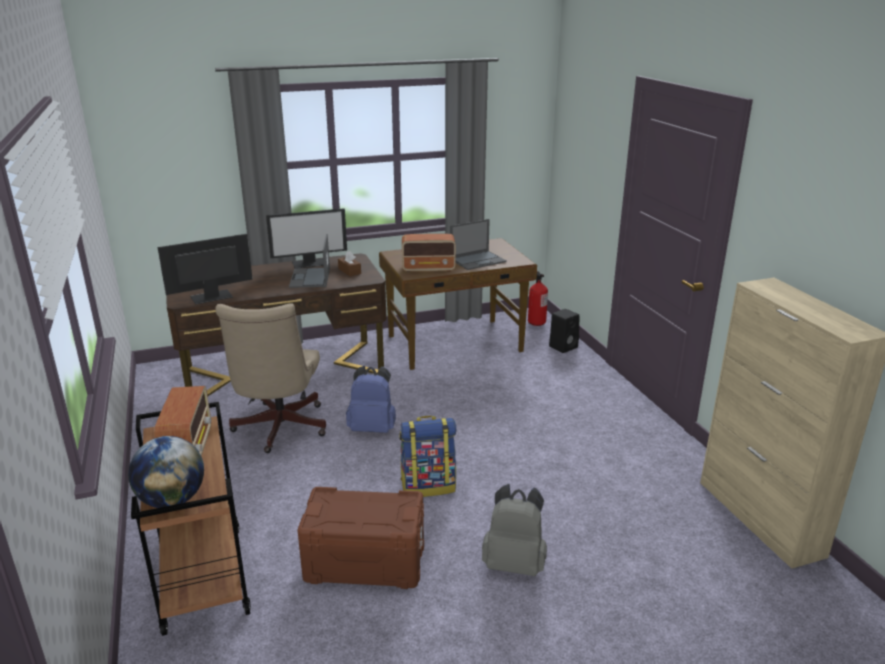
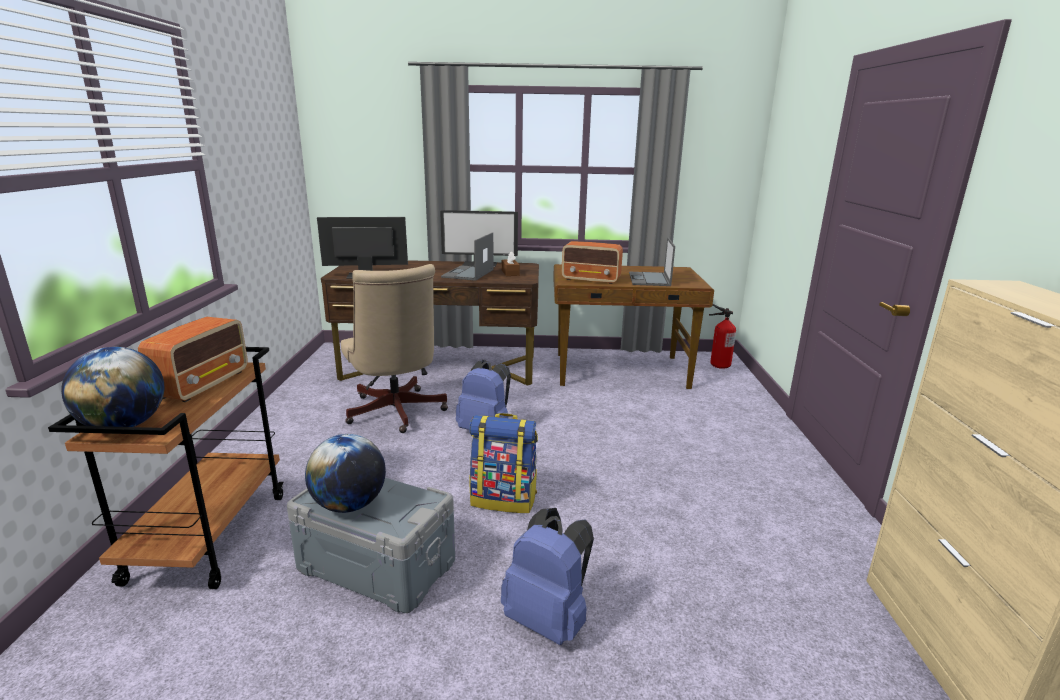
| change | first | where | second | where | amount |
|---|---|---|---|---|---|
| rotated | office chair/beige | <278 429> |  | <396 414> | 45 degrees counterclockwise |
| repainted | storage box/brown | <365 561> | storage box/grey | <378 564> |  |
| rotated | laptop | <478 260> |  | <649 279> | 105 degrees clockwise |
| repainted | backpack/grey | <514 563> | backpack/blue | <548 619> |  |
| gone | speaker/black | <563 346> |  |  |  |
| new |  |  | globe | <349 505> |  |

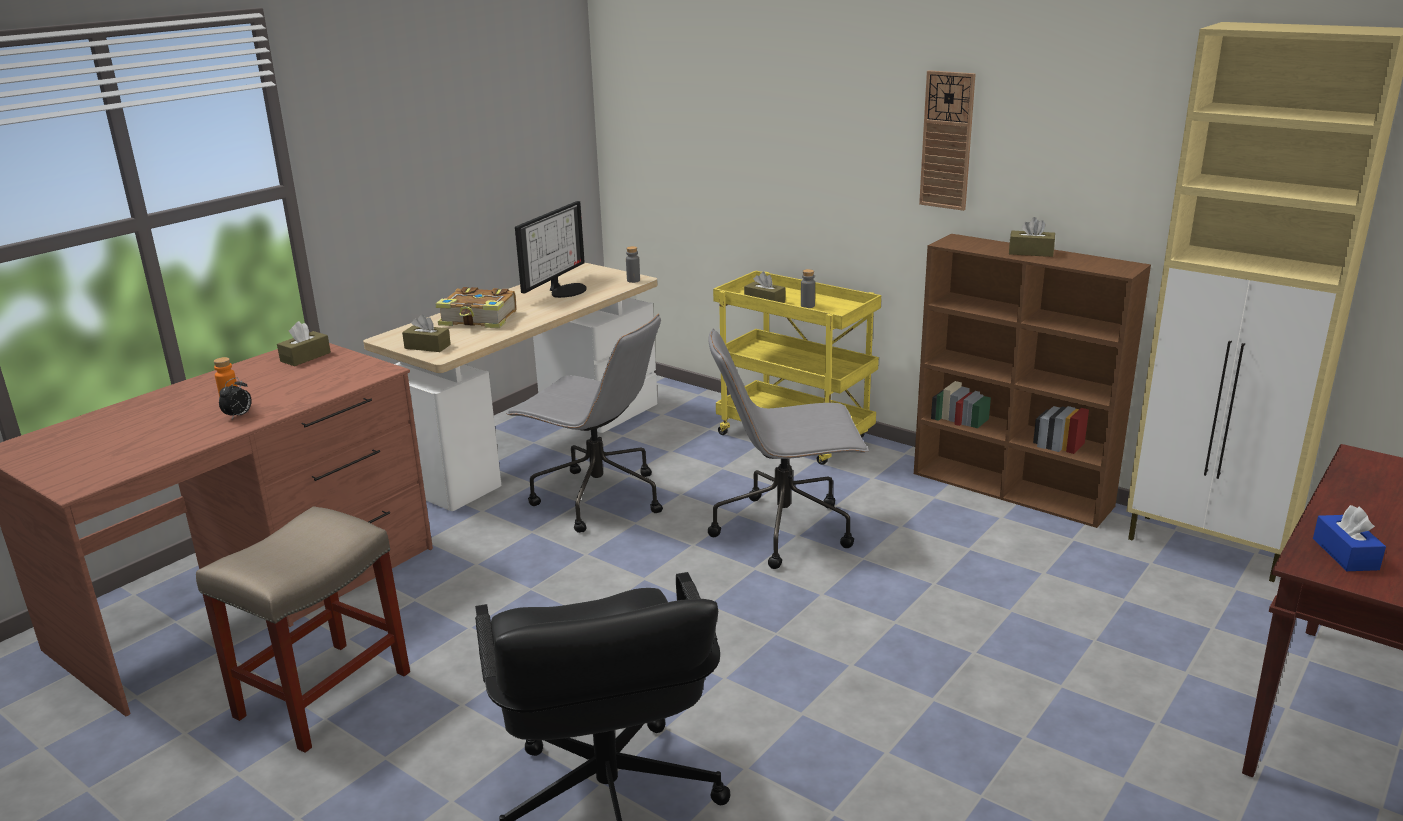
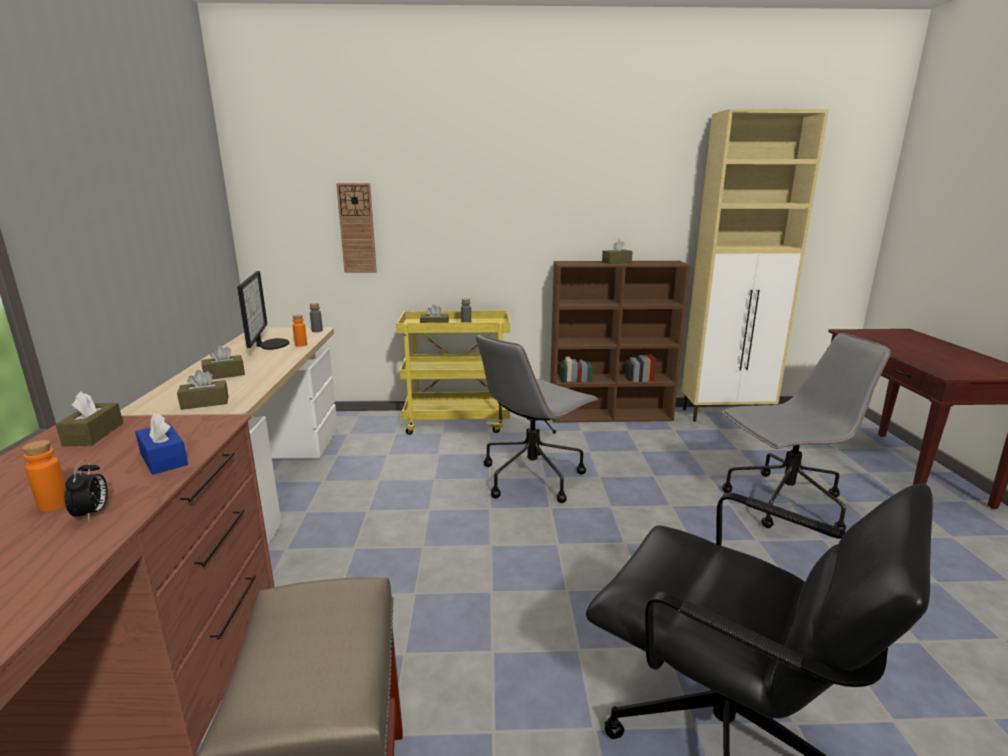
| change | first | where | second | where | amount |
|---|---|---|---|---|---|
| swapped | book | <479 319> | tissue box/brown | <224 375> |  |
| shifted | office chair/grey | <596 499> |  | <783 504> |  |
| shifted | wall clock | <947 140> |  | <357 228> |  |
| shifted | tissue box/blue | <1345 554> |  | <163 459> |  |
| new |  |  | bottle/orange | <301 345> |  |

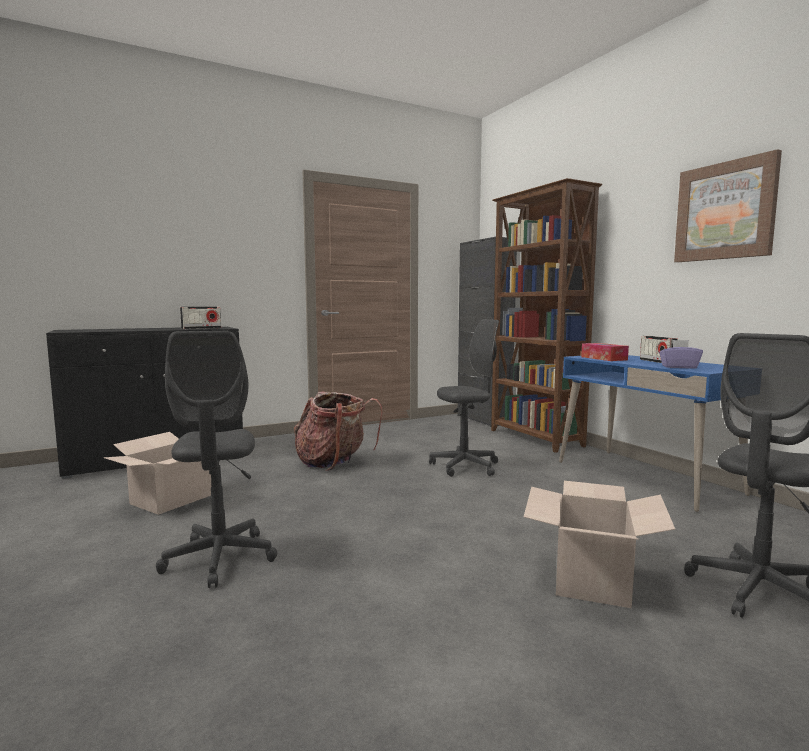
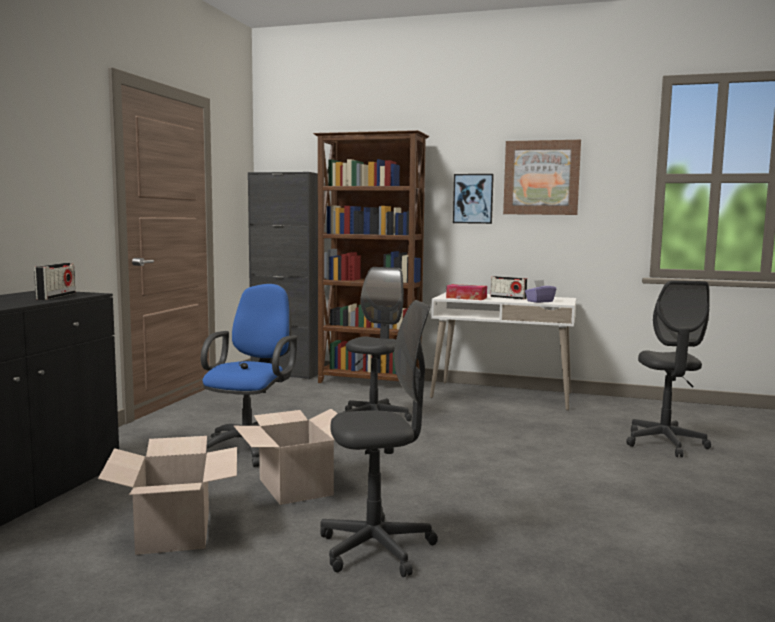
| change | first | where | second | where | amount |
|---|---|---|---|---|---|
| rotated | office chair/grey | <220 559> |  | <376 549> | 45 degrees counterclockwise |
| swapped | backpack | <334 463> | office chair/blue | <251 447> |  |
| shifted | cardboard box | <592 579> |  | <296 487> |  |
| repainted | desk/blue | <645 477> | desk/white | <501 395> |  |
| new |  |  | picture | <473 198> |  |

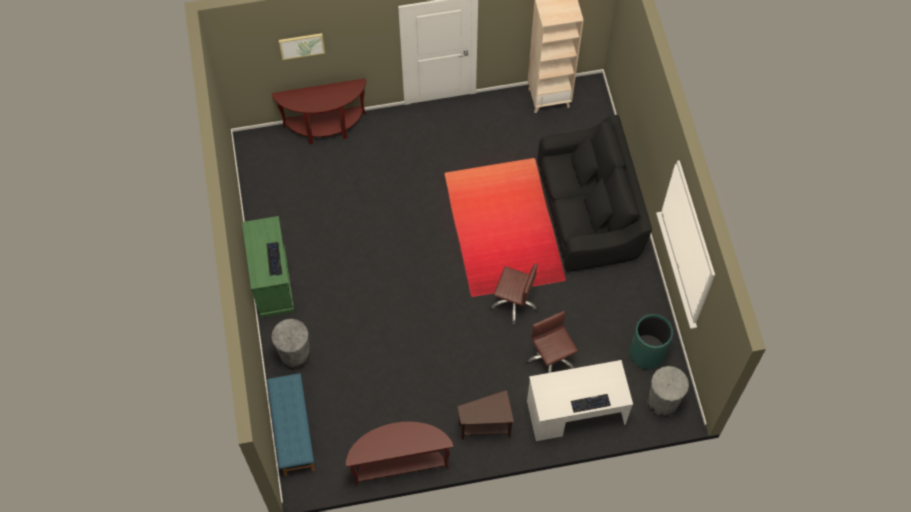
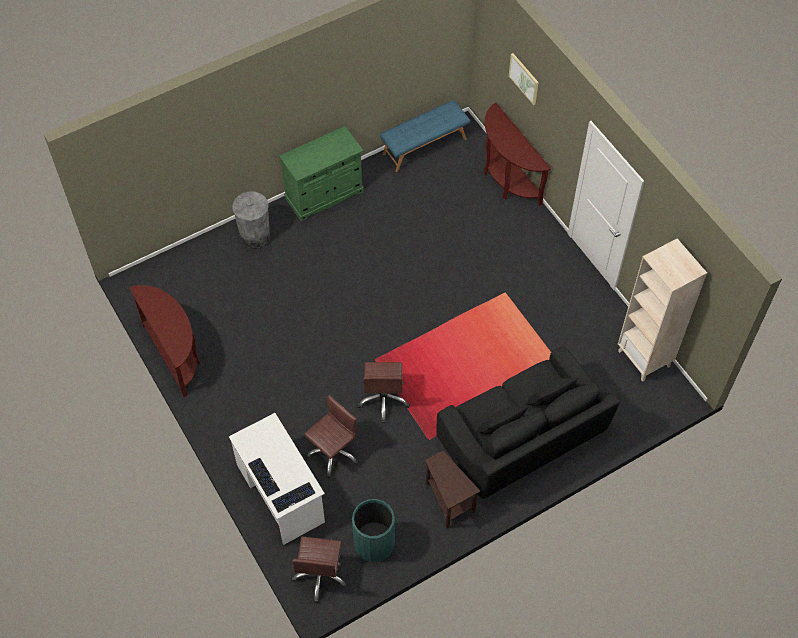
| change | first | where | second | where | amount |
|---|---|---|---|---|---|
| shifted | keyboard | <274 259> |  | <293 497> |  |
| shifted | bench/blue | <292 430> |  | <424 146> |  |
| shifted | side table/brown | <486 427> |  | <448 502> |  |
| swapped | trash can/grey | <662 403> | office chair/brown | <320 575> |  |

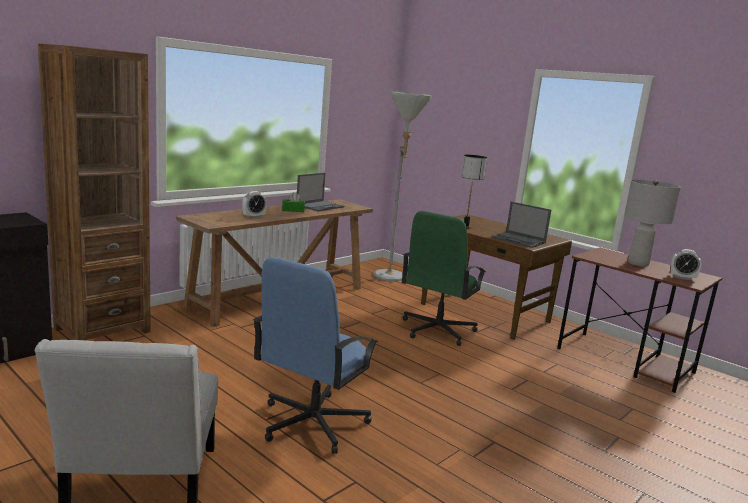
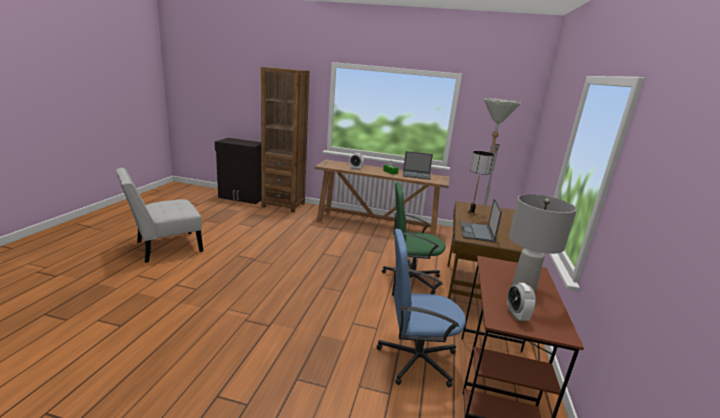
| change | first | where | second | where | amount |
|---|---|---|---|---|---|
| shifted | office chair/blue | <312 423> |  | <416 359> |  |

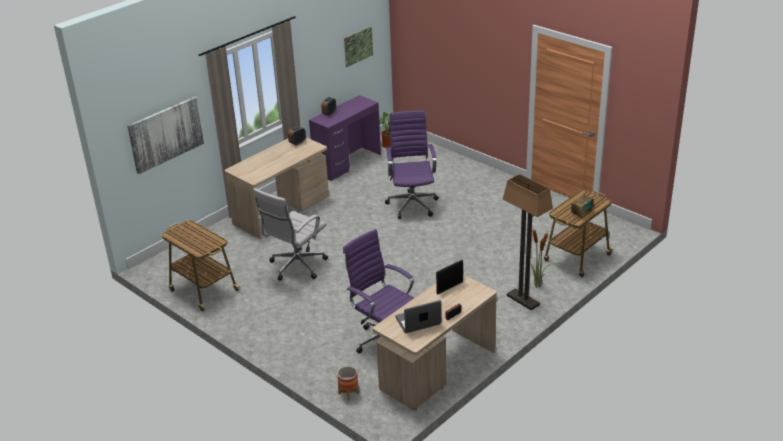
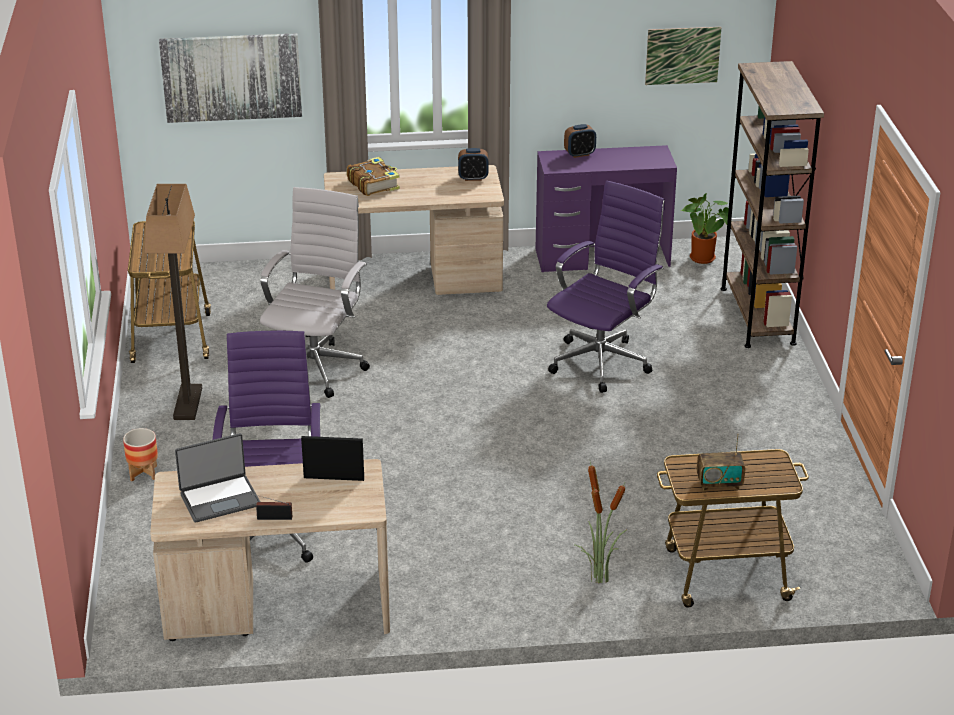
| change | first | where | second | where | amount |
|---|---|---|---|---|---|
| rotated | office chair/white | <296 267> |  | <317 367> | 120 degrees clockwise |
| shifted | planter | <348 393> |  | <143 473> |  |
| rotated | laptop | <418 321> |  | <220 499> | 135 degrees clockwise |
| shifted | floor lamp | <523 300> |  | <188 404> |  |
| new |  |  | book | <373 184> |  |
| new |  |  | bookcase/brown | <757 315> |  |

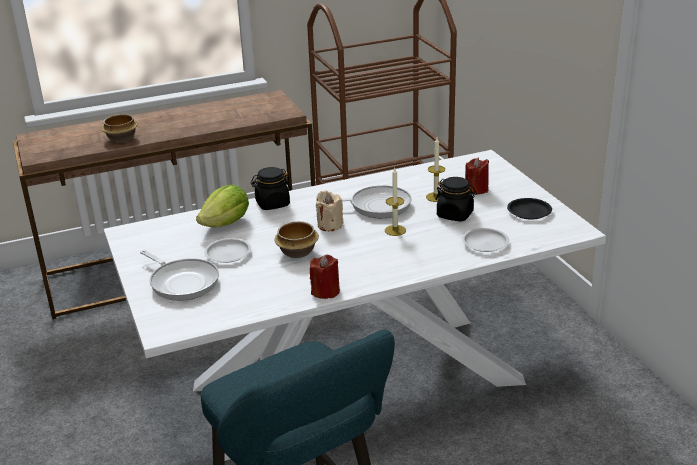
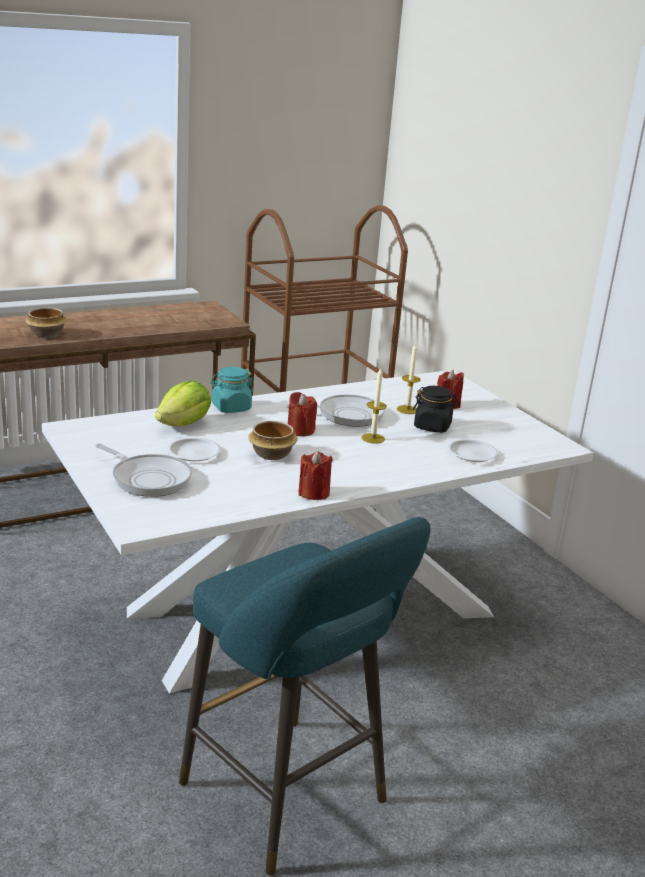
| change | first | where | second | where | amount |
|---|---|---|---|---|---|
| repainted | jar/black | <272 204> | jar/turquoise | <231 408> |  |
| repainted | candle/beige | <330 225> | candle/red | <300 430> |  |
| gone | plate/black | <529 212> |  |  |  |

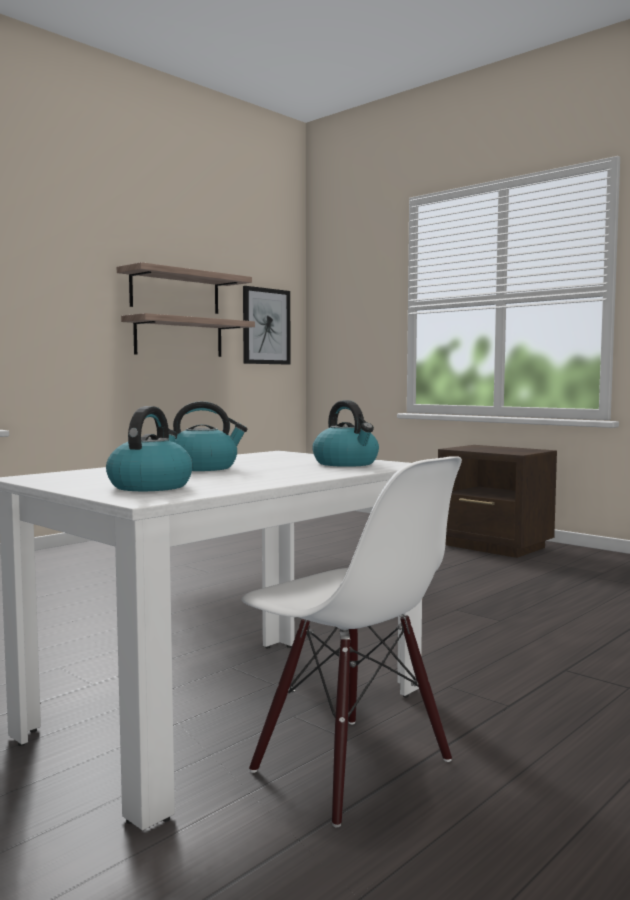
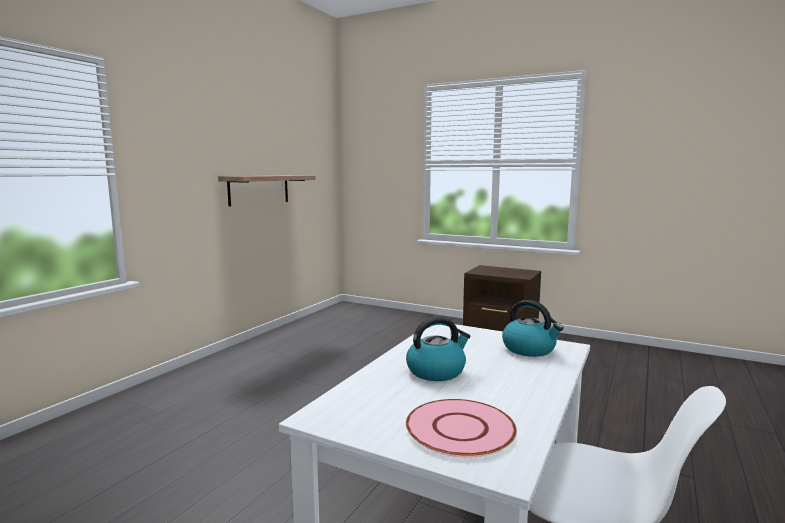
| change | first | where | second | where | amount |
|---|---|---|---|---|---|
| swapped | kettle | <150 486> | plate/pink | <459 429> |  |
| gone | shelf | <175 292> |  |  |  |
| gone | picture | <266 326> |  |  |  |

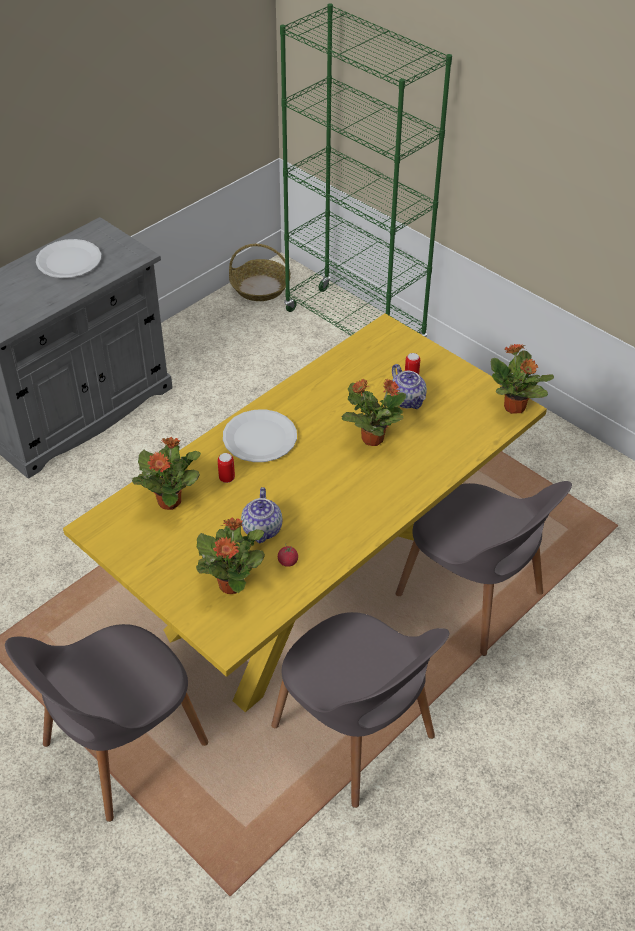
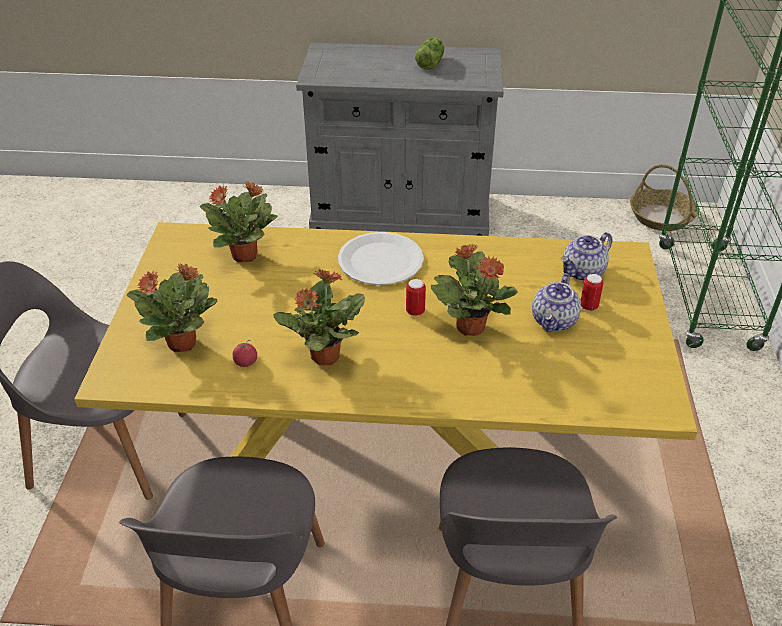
| change | first | where | second | where | amount |
|---|---|---|---|---|---|
| swapped | plate/white | <69 261> | lettuce | <431 62> |  |
| shifted | can | <227 478> |  | <415 311> |  |
| shifted | teapot | <262 530> |  | <583 272> |  |
| shifted | potted plant | <514 408> |  | <324 357> |  |

